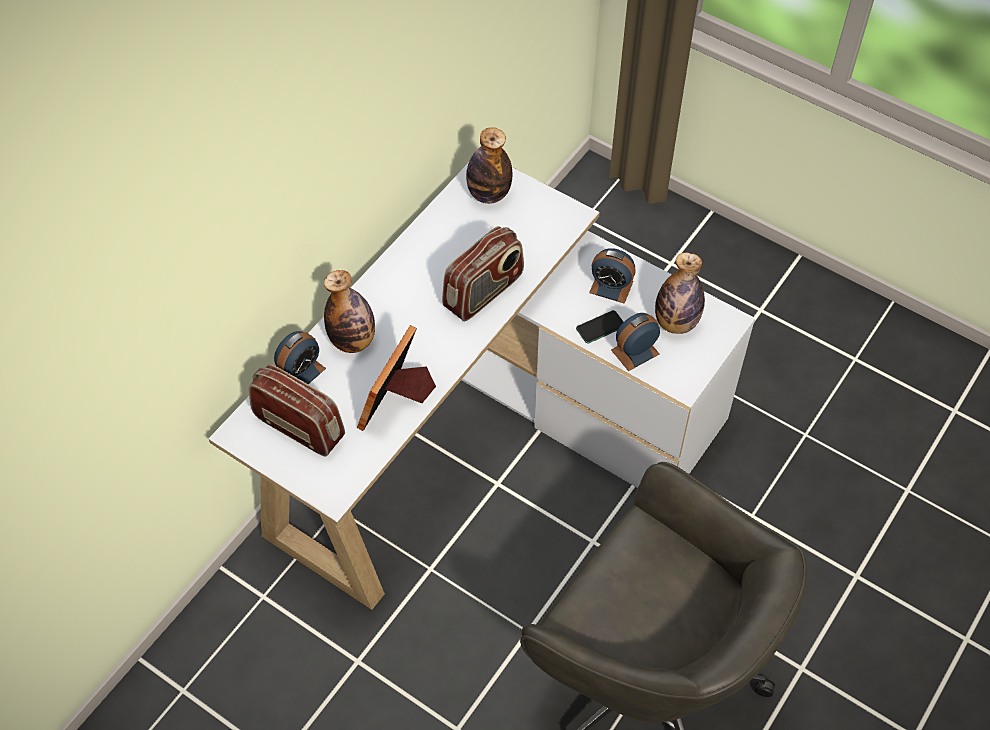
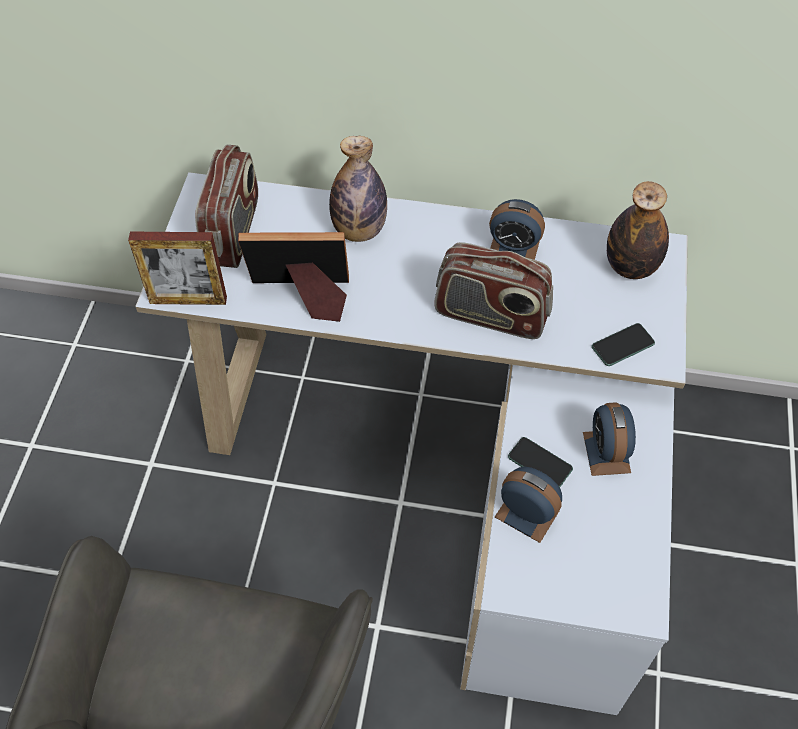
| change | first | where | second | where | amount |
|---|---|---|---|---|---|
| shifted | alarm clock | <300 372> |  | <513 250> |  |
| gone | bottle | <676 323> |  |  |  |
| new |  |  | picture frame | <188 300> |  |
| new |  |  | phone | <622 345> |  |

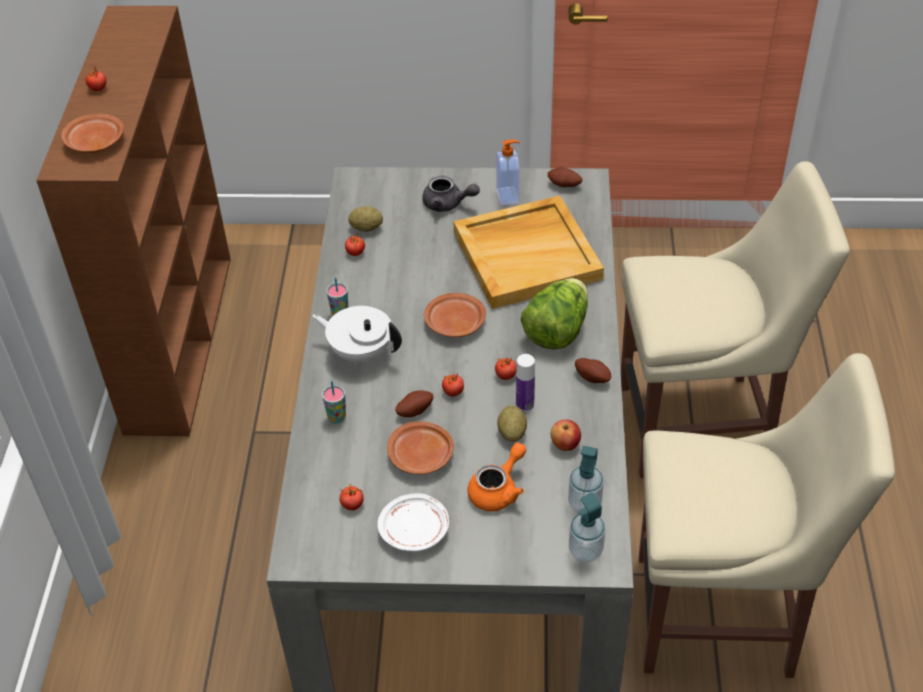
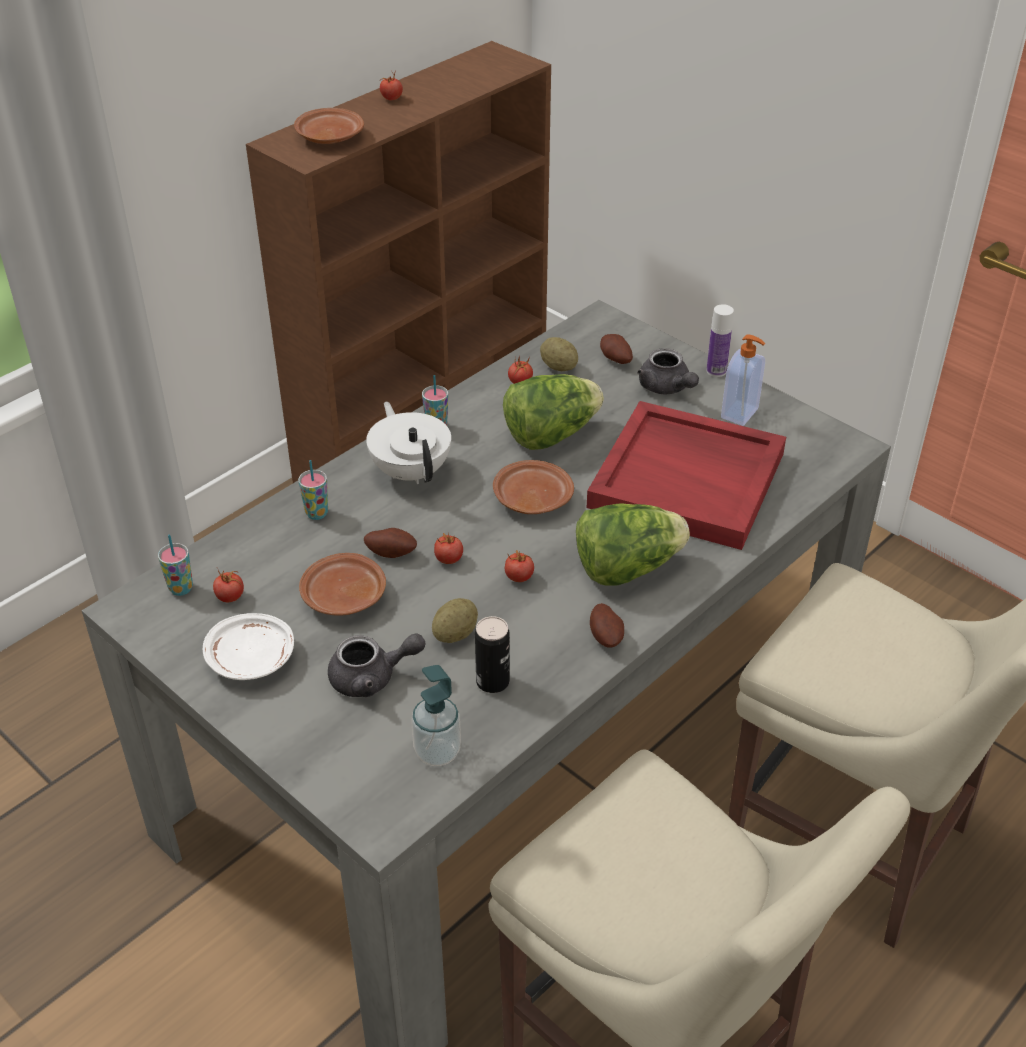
| change | first | where | second | where | amount |
|---|---|---|---|---|---|
| repainted | tray/beige | <527 255> | tray/red | <689 479> |  |
| repainted | teapot/orange | <498 490> | teapot/grey | <372 678> |  |
| shifted | bottle | <525 404> |  | <716 371> |  |
| shifted | potato | <564 186> |  | <615 360> |  |
| swapped | apple | <565 444> | can | <492 681> |  |
| gone | soap dispenser | <585 551> |  |  |  |
| new |  |  | cup | <181 588> |  |
| new |  |  | lettuce | <551 435> |  |

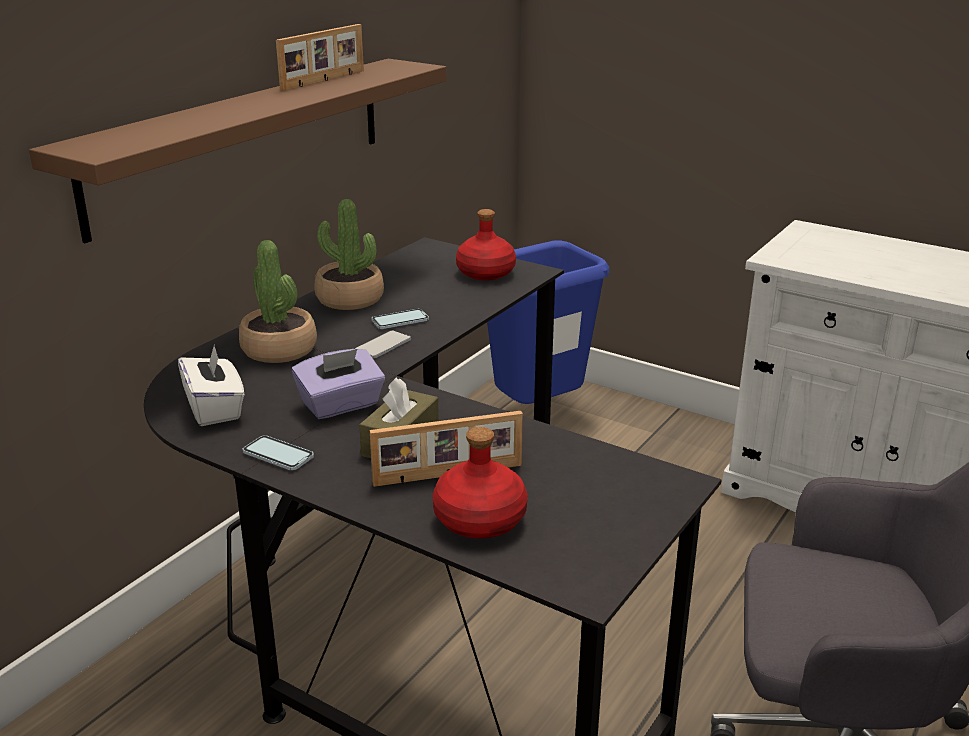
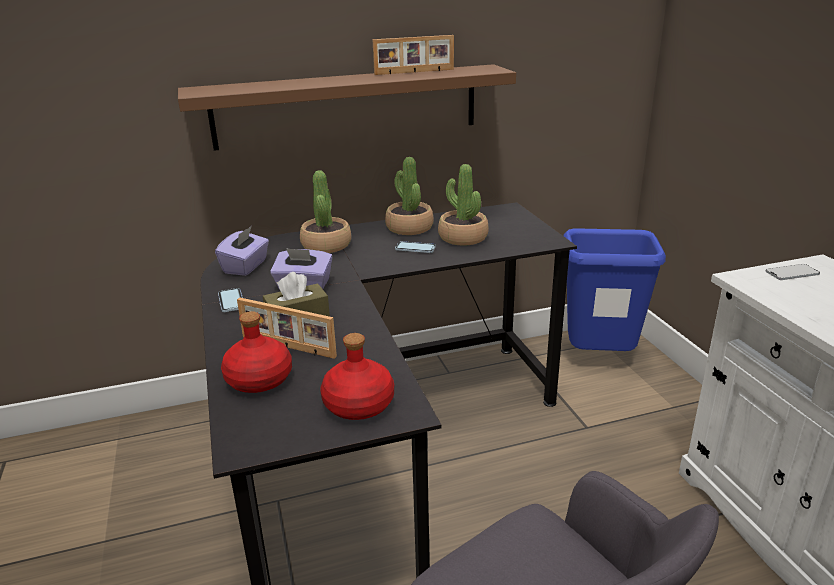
| change | first | where | second | where | amount |
|---|---|---|---|---|---|
| repainted | tissue box/white | <215 408> | tissue box/purple | <246 266> |  |
| shifted | phone | <383 345> |  | <792 273> |  |
| shifted | bottle/red | <486 273> |  | <358 405> |  |
| new |  |  | potted plant | <462 237> |  |

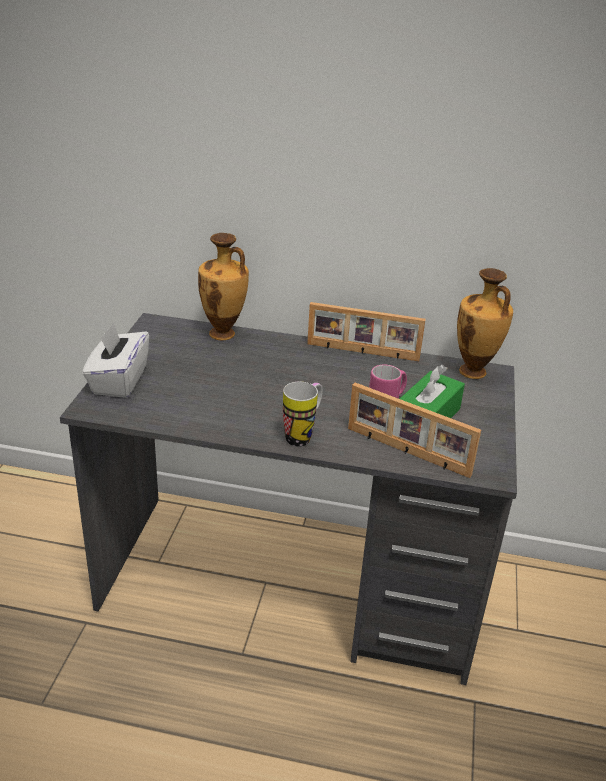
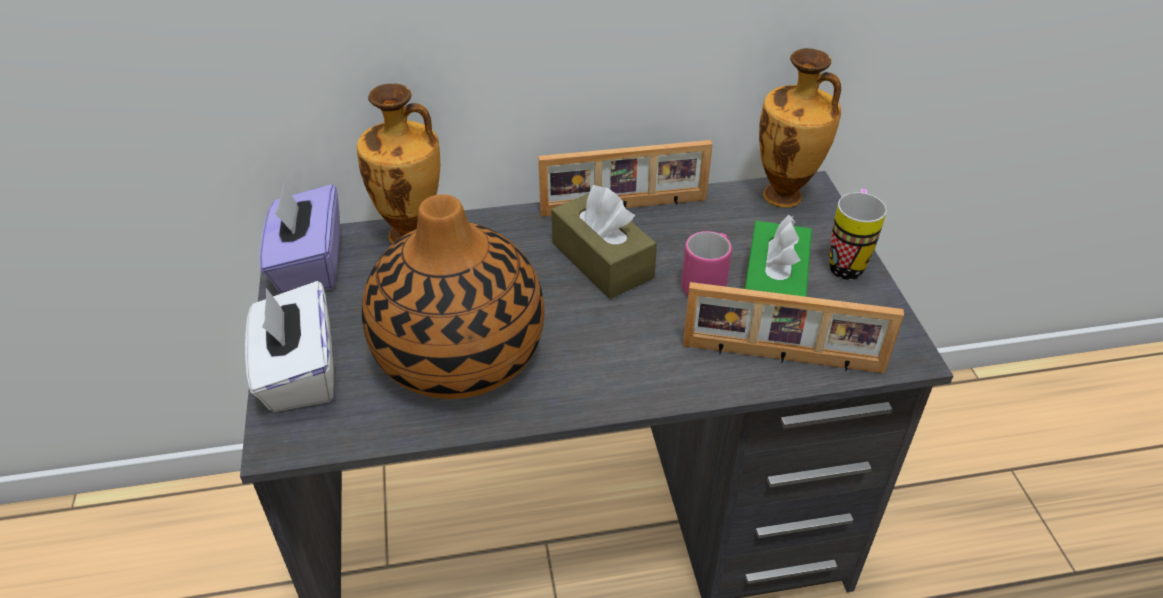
| change | first | where | second | where | amount |
|---|---|---|---|---|---|
| shifted | mug | <303 435> |  | <847 262> |  |
| new |  |  | tissue box/purple | <309 264> |  |
| new |  |  | vase | <459 353> |  |
| new |  |  | tissue box/brown | <602 260> |  |

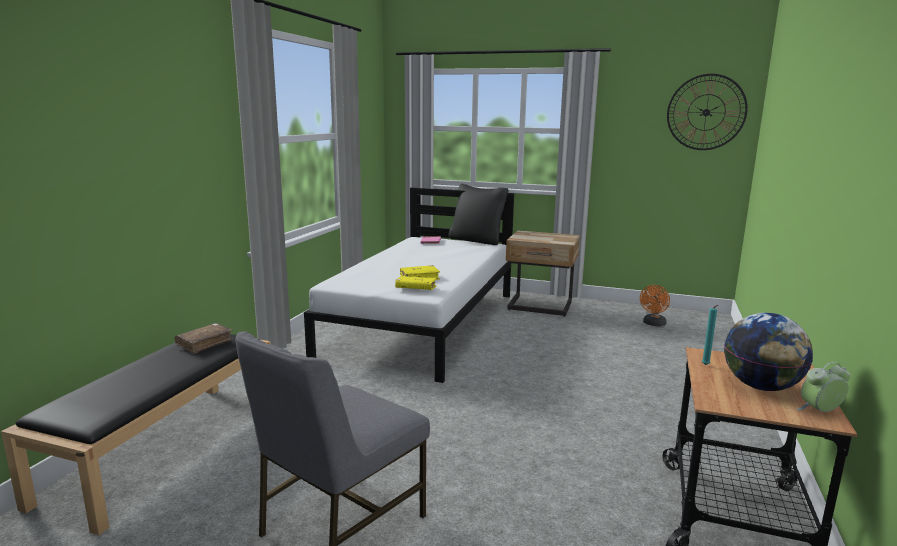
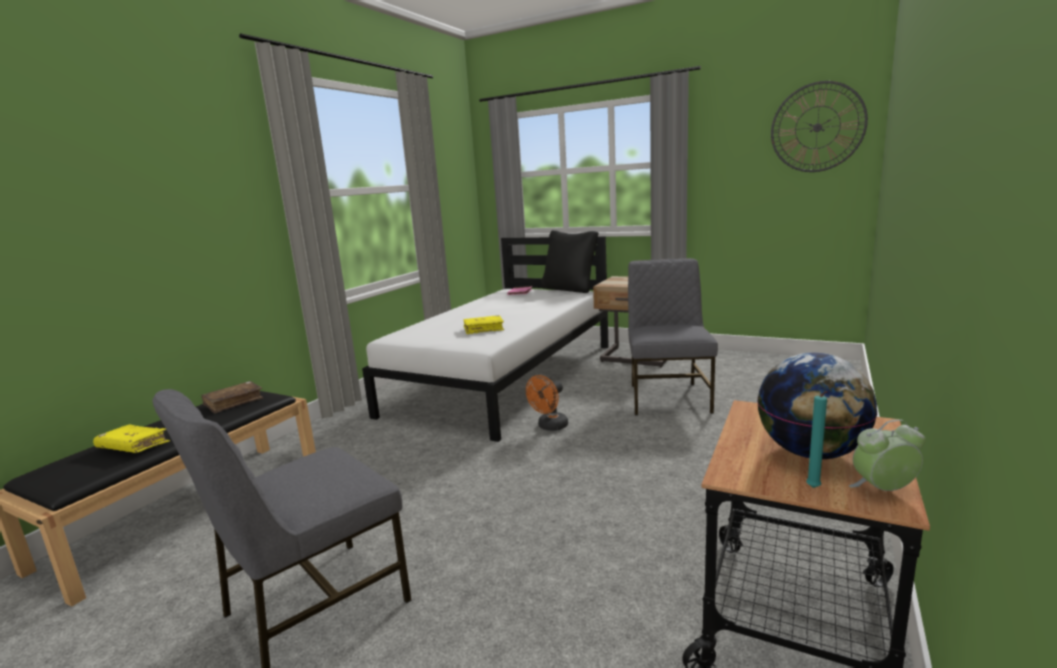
| change | first | where | second | where | amount |
|---|---|---|---|---|---|
| shifted | book/yellow | <416 288> |  | <133 447> |  |
| shifted | fan/orange | <653 324> |  | <550 427> |  |
| shifted | candle/turquoise | <706 365> |  | <814 489> |  |
| new |  |  | chair/grey | <668 398> |  |

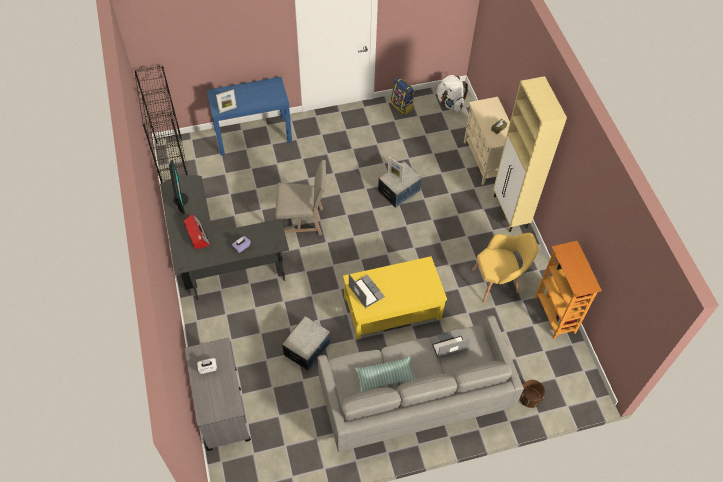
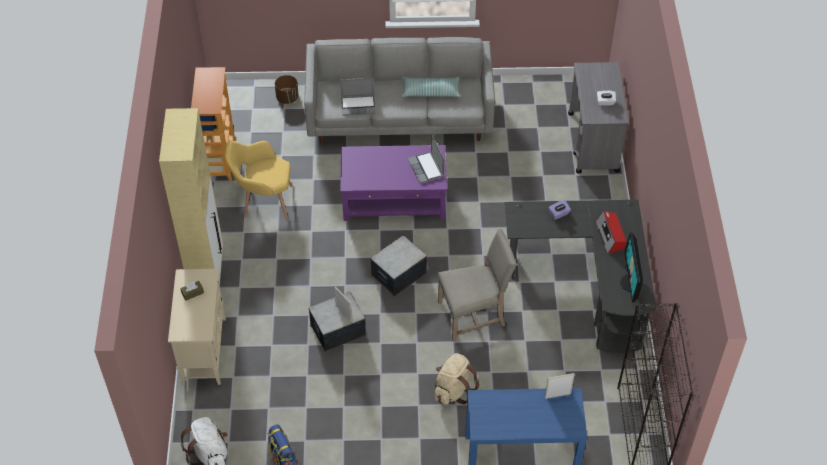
| change | first | where | second | where | amount |
|---|---|---|---|---|---|
| rotated | chair/beige | <302 221> |  | <474 314> | 150 degrees clockwise |
| shifted | storage box | <307 349> |  | <398 274> |  |
| repainted | coffee table/yellow | <392 308> | coffee table/purple | <394 199> |  |
| new |  |  | backpack/beige | <453 390> |  |

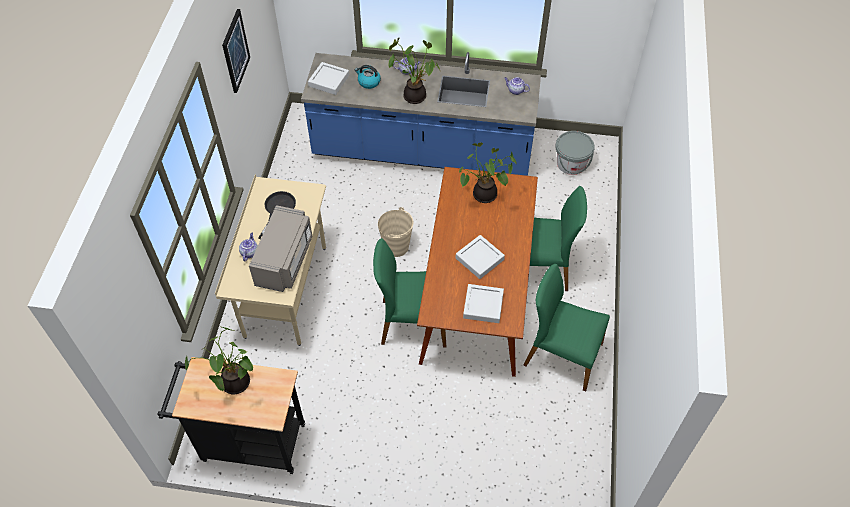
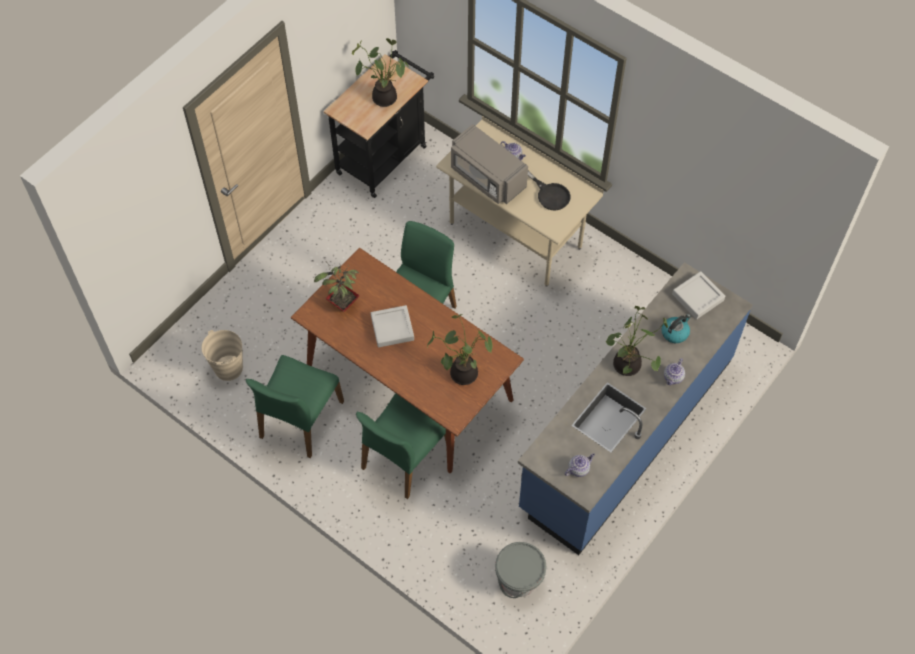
| change | first | where | second | where | amount |
|---|---|---|---|---|---|
| gone | picture | <235 51> |  |  |  |
| shifted | bucket/beige | <396 247> |  | <228 368> |  |
| swapped | tray/grey | <483 305> | potted plant | <342 304> |  |
| rotated | chair/green | <561 355> |  | <300 419> | 150 degrees clockwise |

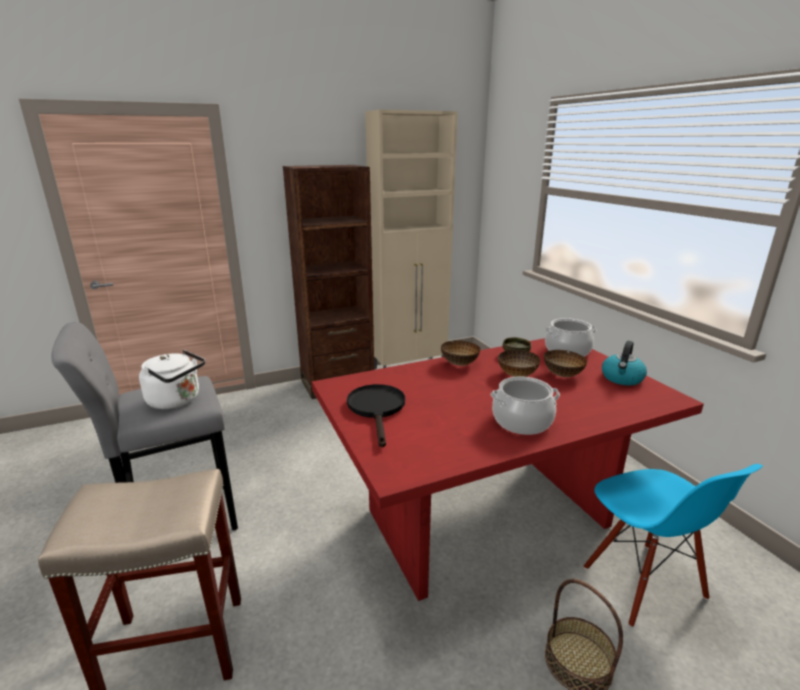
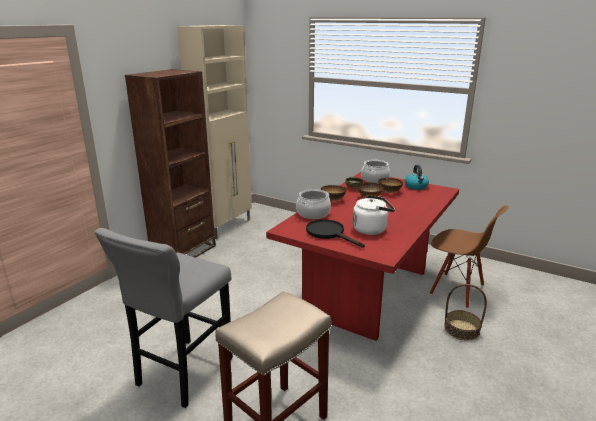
| change | first | where | second | where | amount |
|---|---|---|---|---|---|
| shifted | kettle/white | <177 401> |  | <371 229> |  |
| shifted | cooking pot | <522 421> |  | <313 213> |  |
| repainted | chair/blue | <642 583> | chair/brown | <457 290> |  |

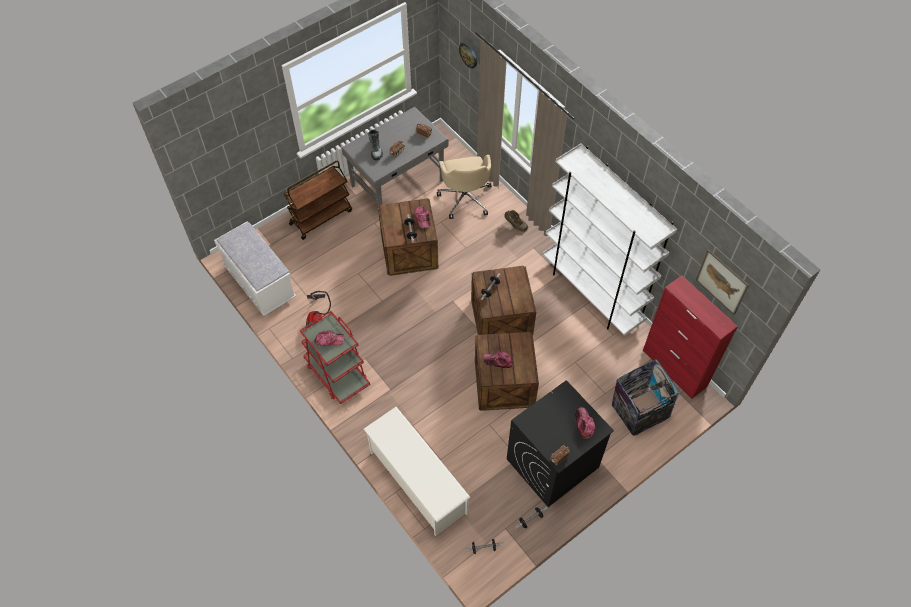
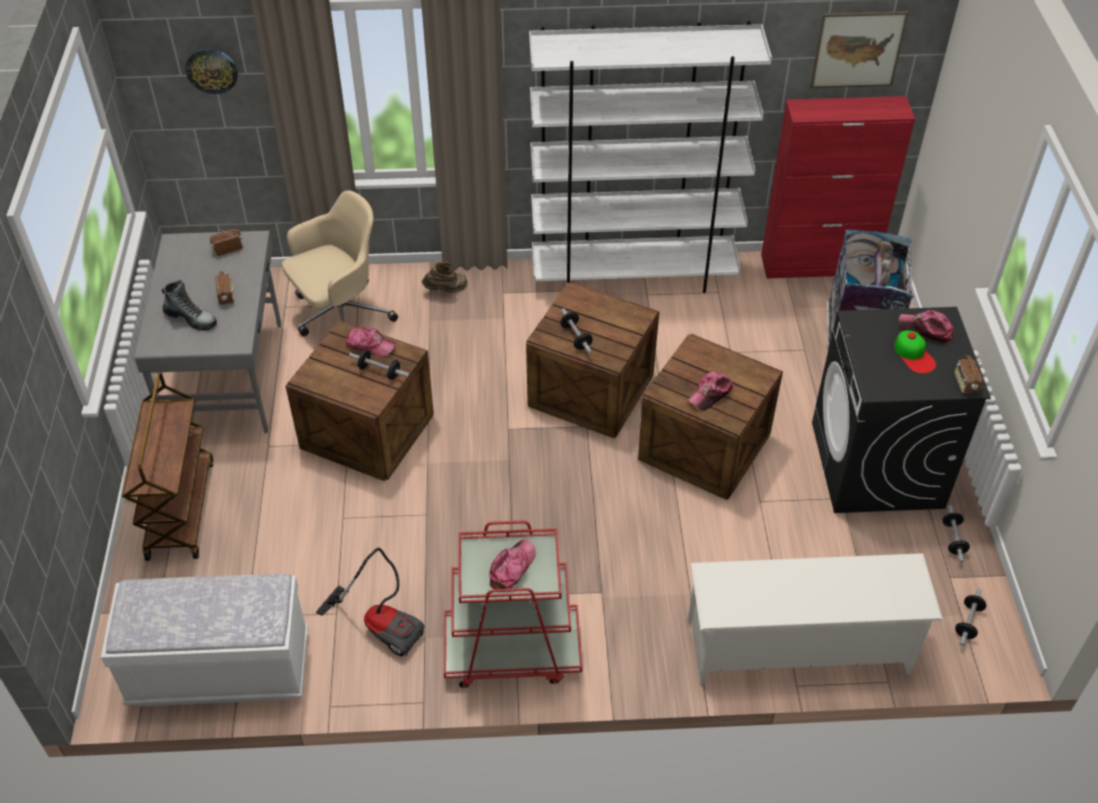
| change | first | where | second | where | amount |
|---|---|---|---|---|---|
| rotated | office chair/beige | <465 198> |  | <340 316> | 60 degrees counterclockwise |
| new |  |  | cap | <914 355> |  |

